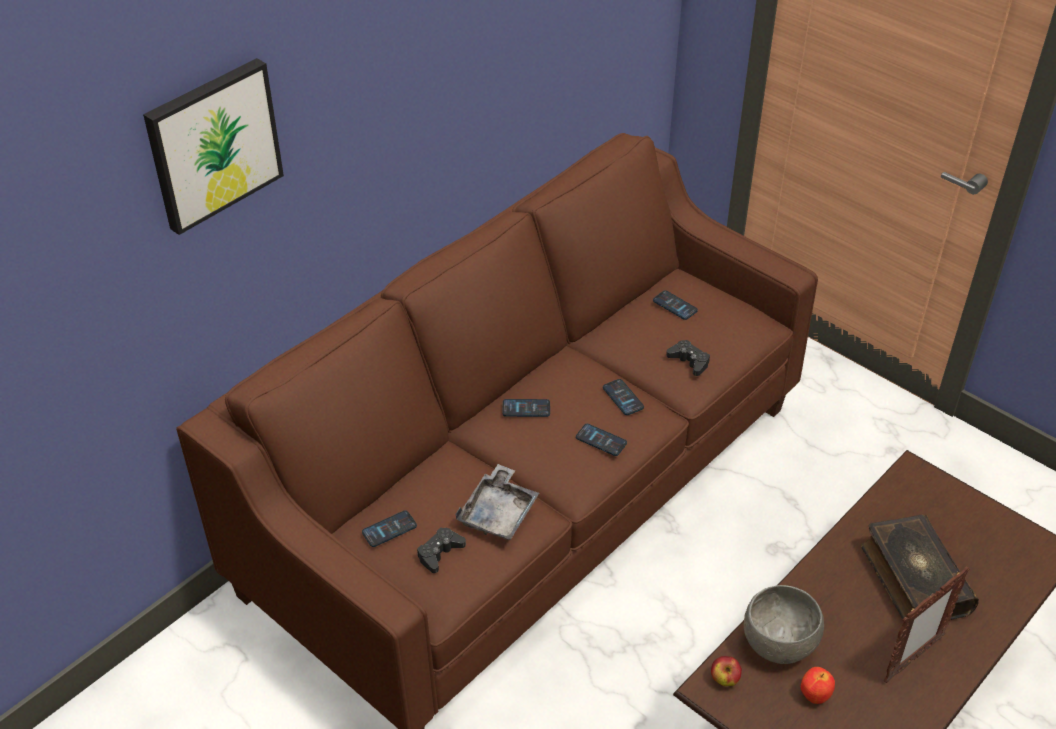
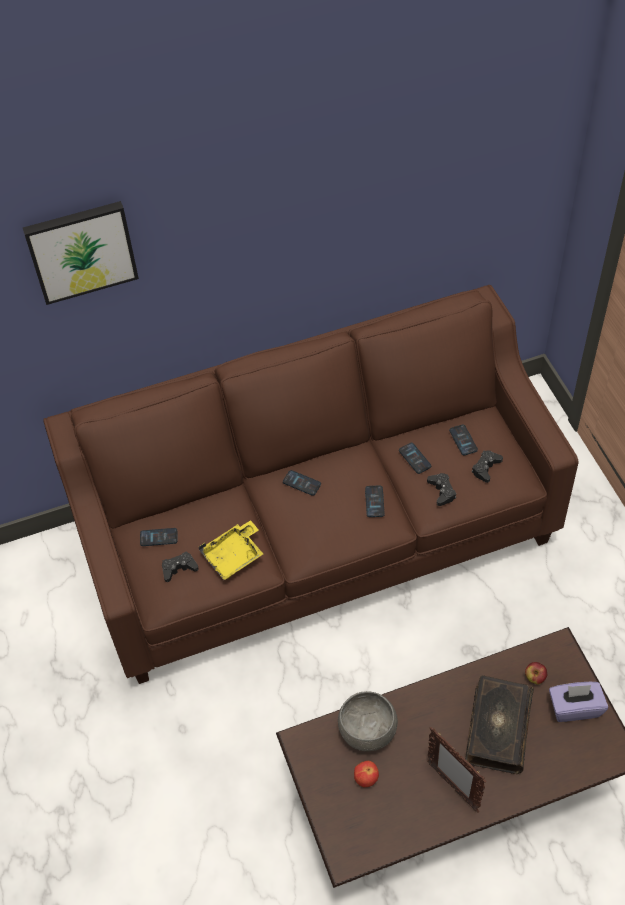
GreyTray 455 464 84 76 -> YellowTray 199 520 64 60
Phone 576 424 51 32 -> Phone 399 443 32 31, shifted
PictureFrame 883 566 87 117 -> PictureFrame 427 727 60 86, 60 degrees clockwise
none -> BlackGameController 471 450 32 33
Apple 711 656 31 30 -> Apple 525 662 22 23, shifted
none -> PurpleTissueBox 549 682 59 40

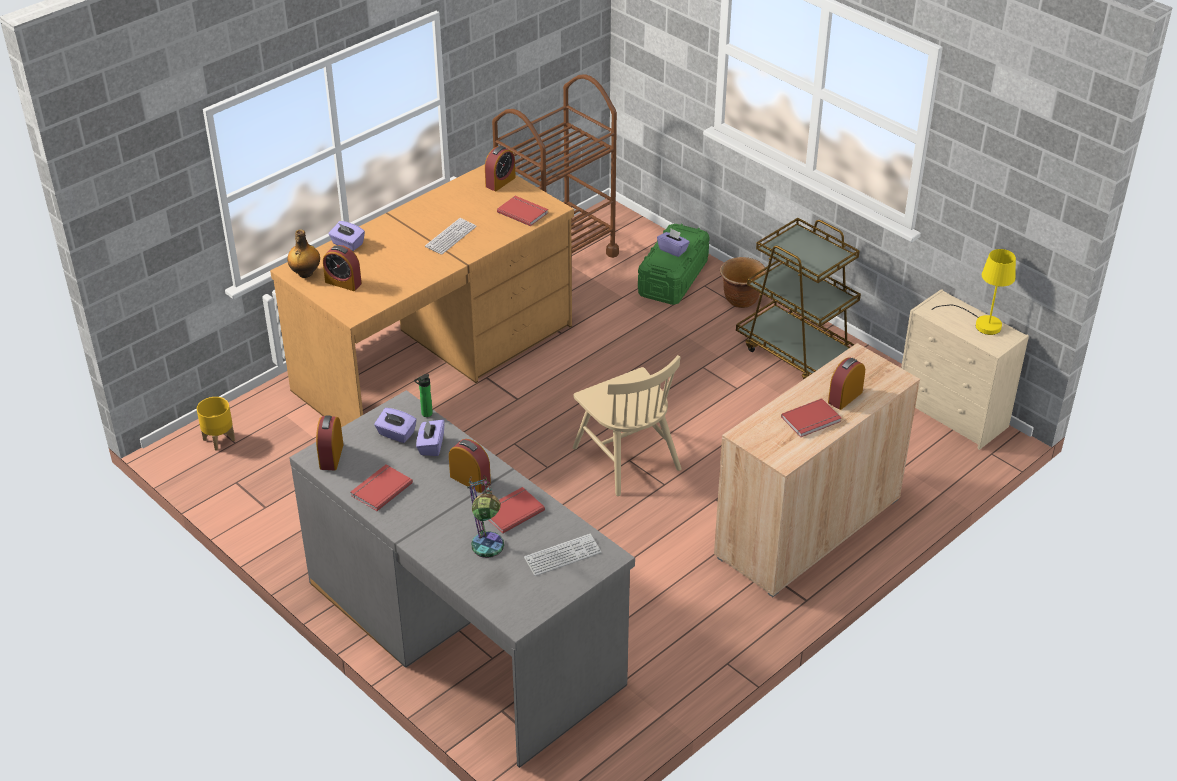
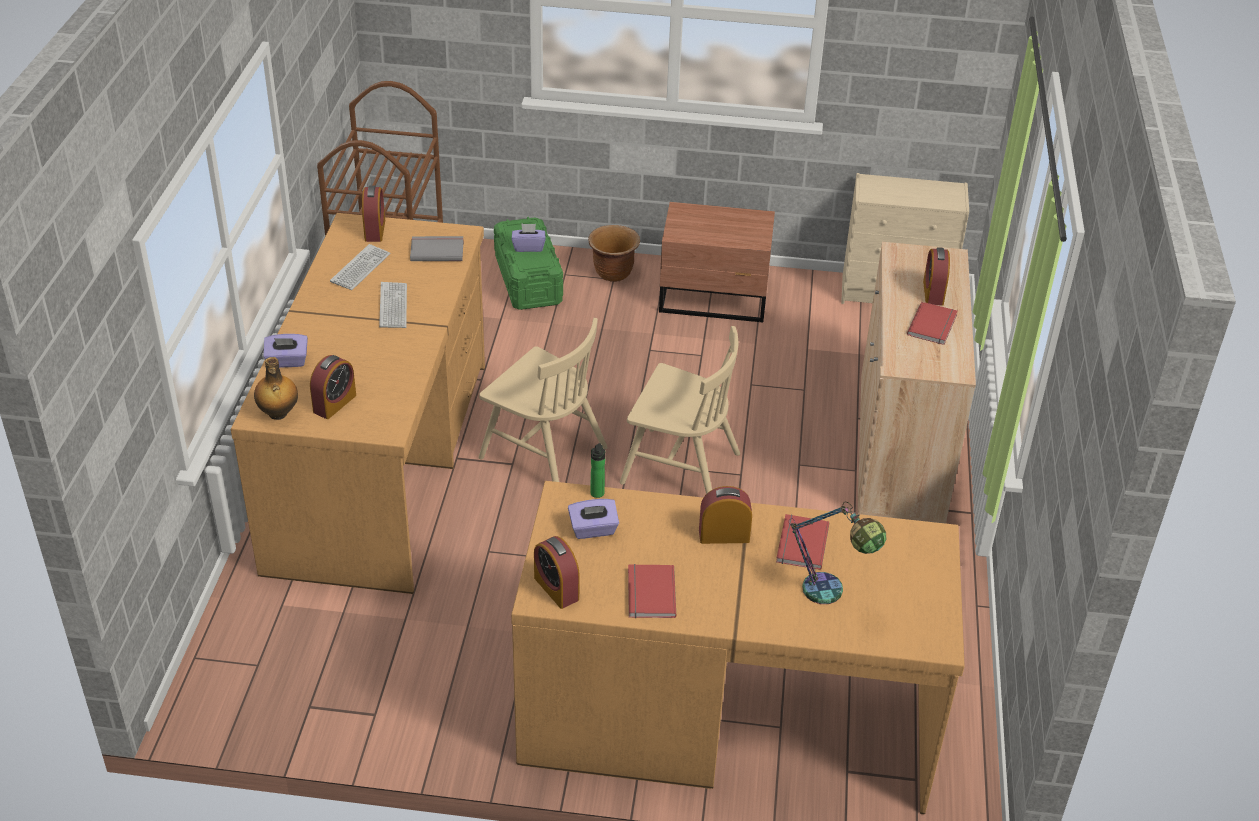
AlarmClock 323 245 39 46 -> AlarmClock 310 355 46 64, 45 degrees counterclockwise
Keyboard 524 534 78 42 -> Keyboard 330 244 60 46, shifted
RedBook 497 196 51 30 -> GreyBook 410 236 54 25
none -> BeigeChair 478 318 130 164
GreyDesk 290 390 345 378 -> BrownDesk 511 481 454 334
BrownCart 736 218 125 162 -> BrownNightstand 659 202 116 120
YellowPlanter 197 397 38 54 -> none
PurpleTissueBox 416 419 29 37 -> none
YellowTableLamp 931 249 85 86 -> none

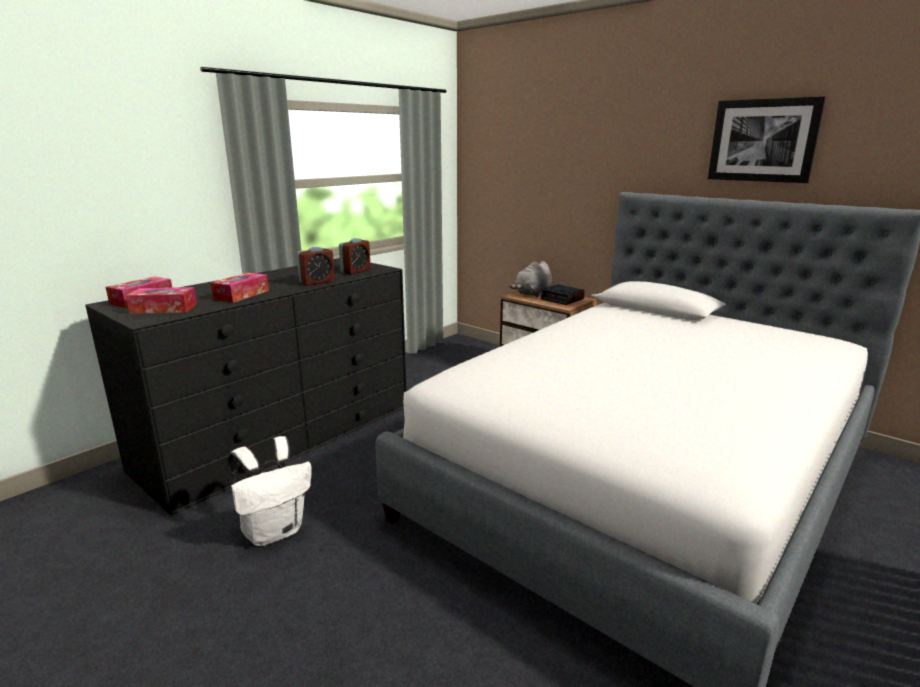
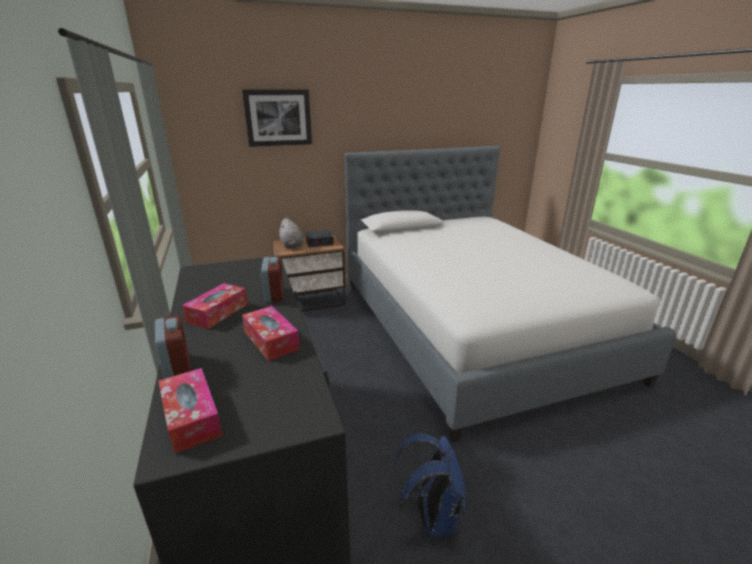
AlarmClock 339 238 32 36 -> AlarmClock 155 315 36 64, shifted
TissueBox 126 287 71 27 -> TissueBox 182 283 66 46, shifted
Picture 708 96 118 87 -> Picture 242 89 70 58, shifted
WhiteBackpack 228 436 84 110 -> BlueBackpack 394 434 72 103

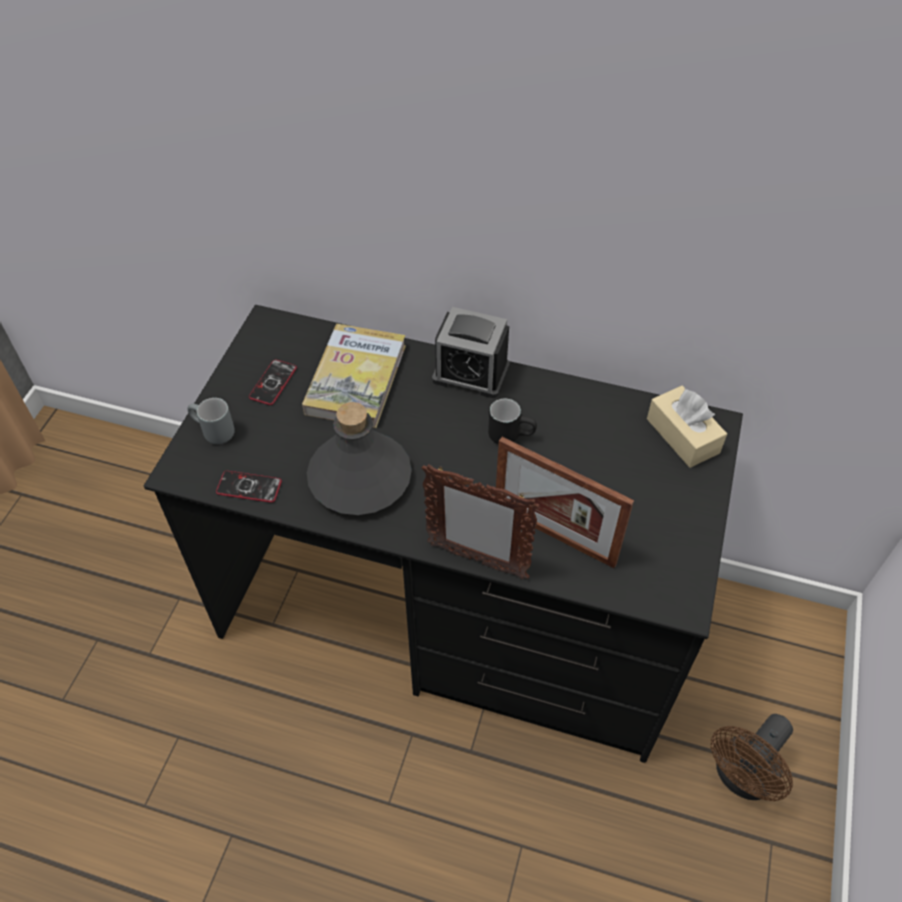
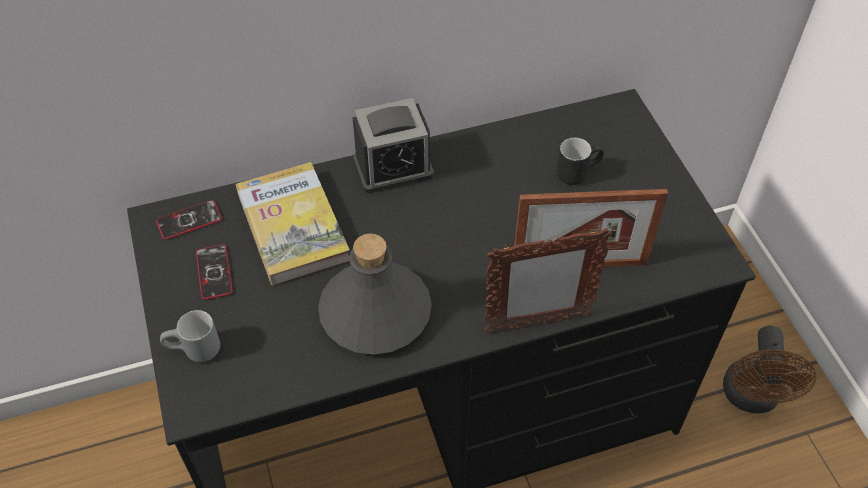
Phone 216 471 66 32 -> Phone 156 200 66 40, shifted
BlackMug 488 399 49 45 -> BlackMug 556 138 48 47, shifted
BeigeTissueBox 647 386 80 82 -> none

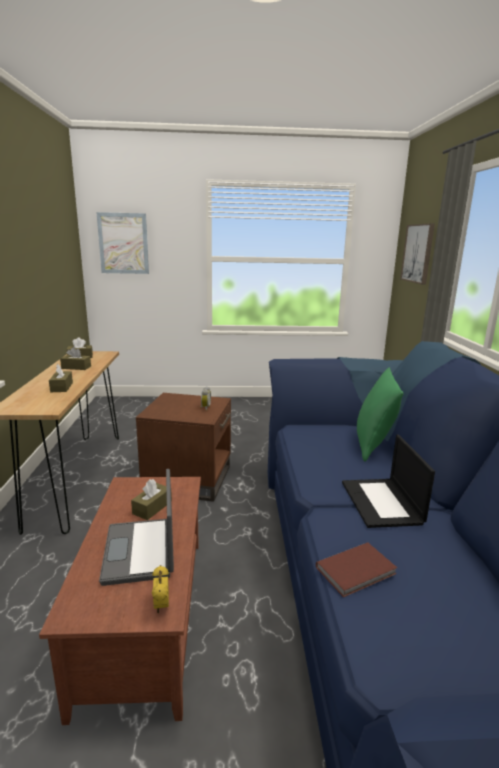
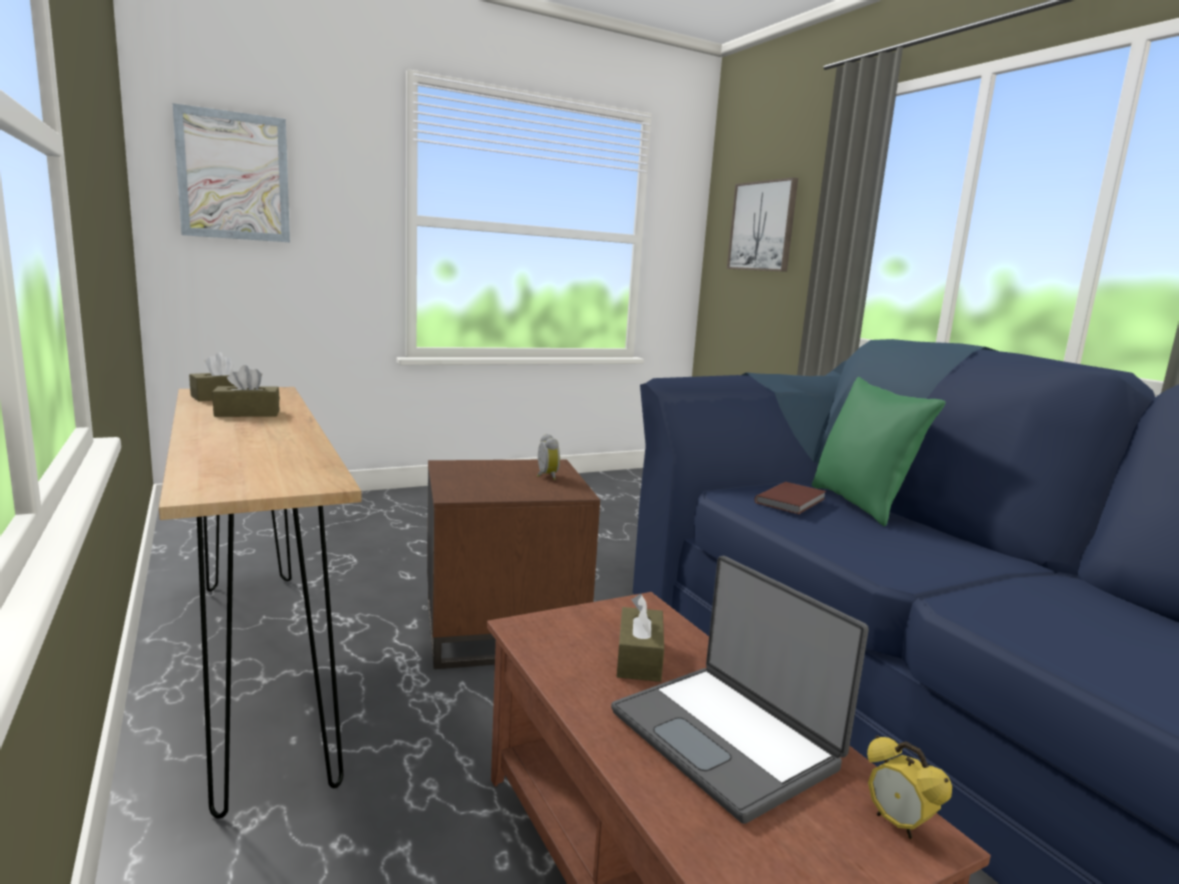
BrownBook 316 542 81 55 -> BrownBook 755 482 71 32, shifted
BrownTissueBox 49 364 24 28 -> none
Laptop 342 435 93 93 -> none

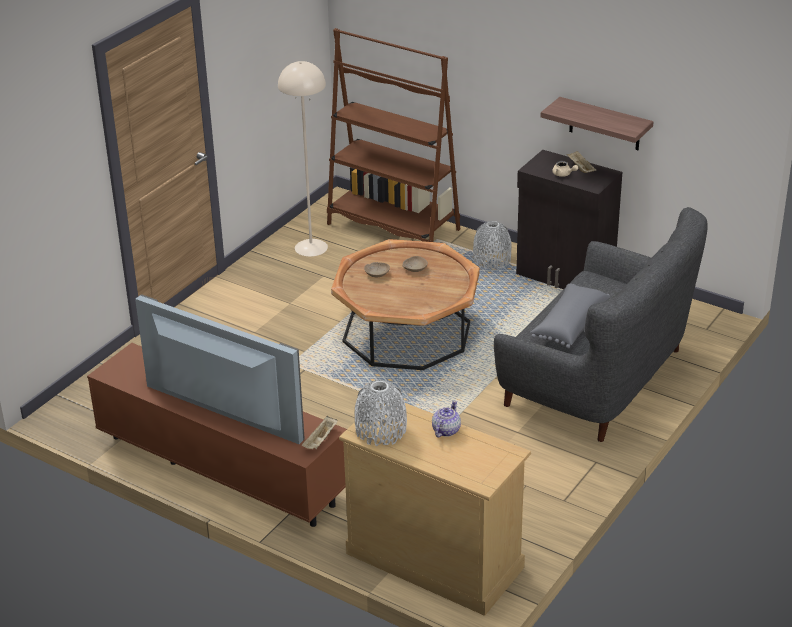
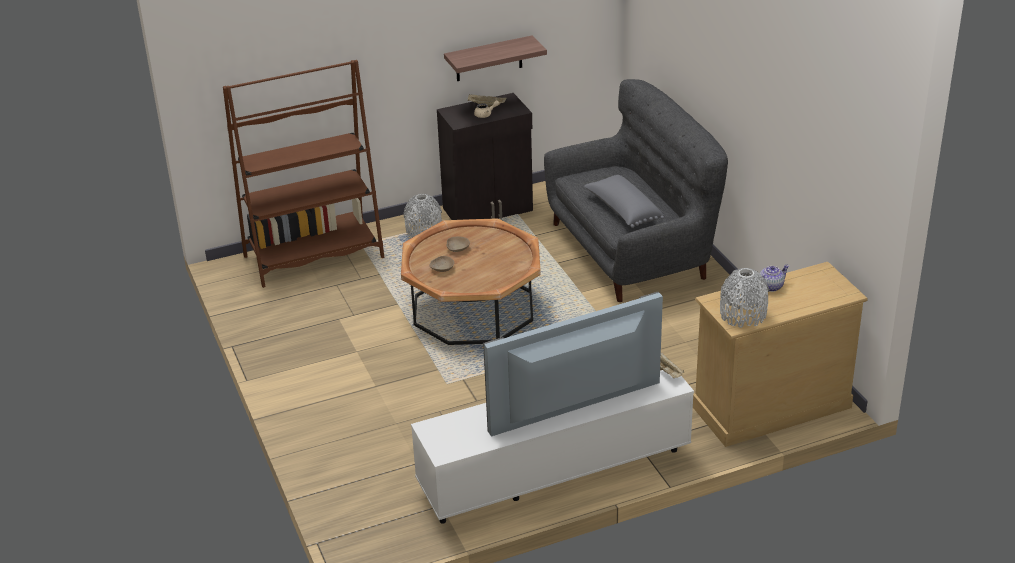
BrownTvStand 87 343 260 184 -> WhiteTvStand 411 353 283 171
Teapot 432 401 29 37 -> Teapot 760 265 29 27, 90 degrees clockwise
BeigeFloorLamp 278 61 50 196 -> none

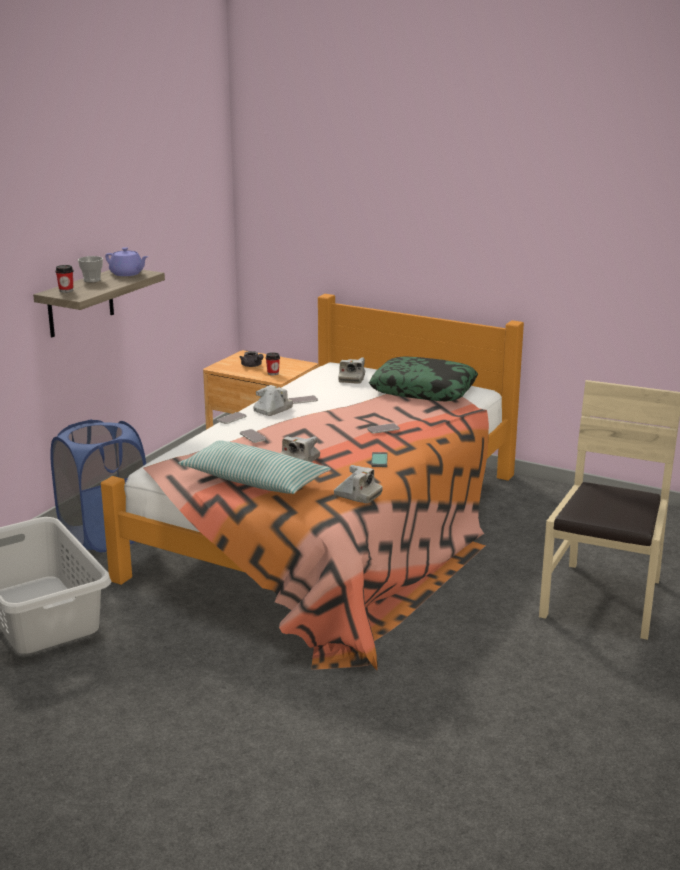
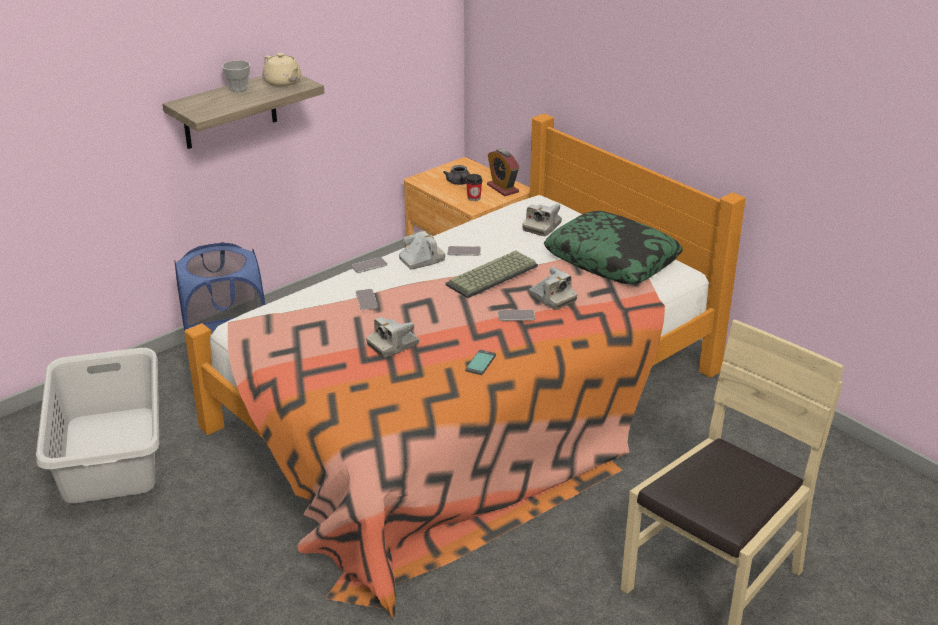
PurpleTeapot 105 247 43 29 -> BeigeTeapot 262 53 39 34
none -> Keyboard 446 251 92 47
none -> AlarmClock 487 148 32 48
PhotoCamera 334 465 49 39 -> PhotoCamera 529 267 48 43, shifted
Cup 55 265 18 28 -> none
Pillow 178 440 153 54 -> none

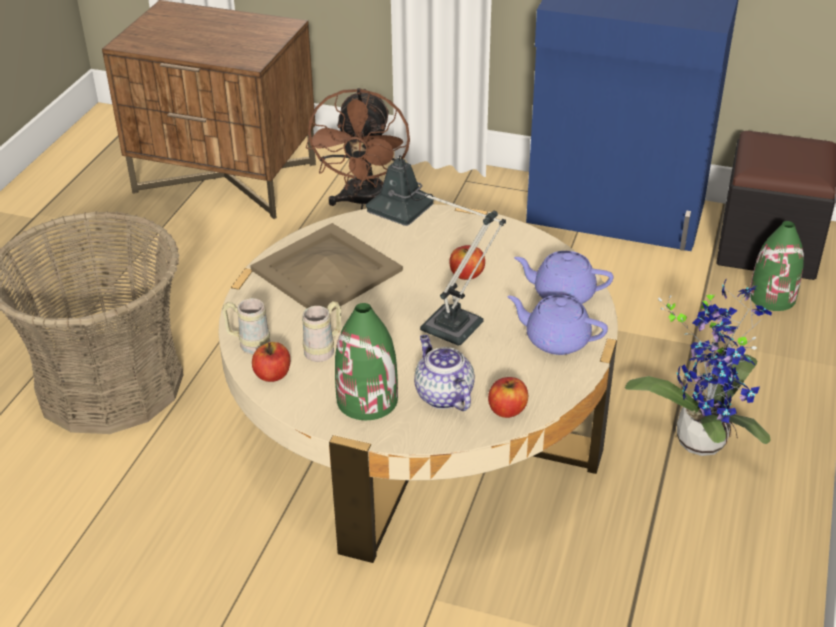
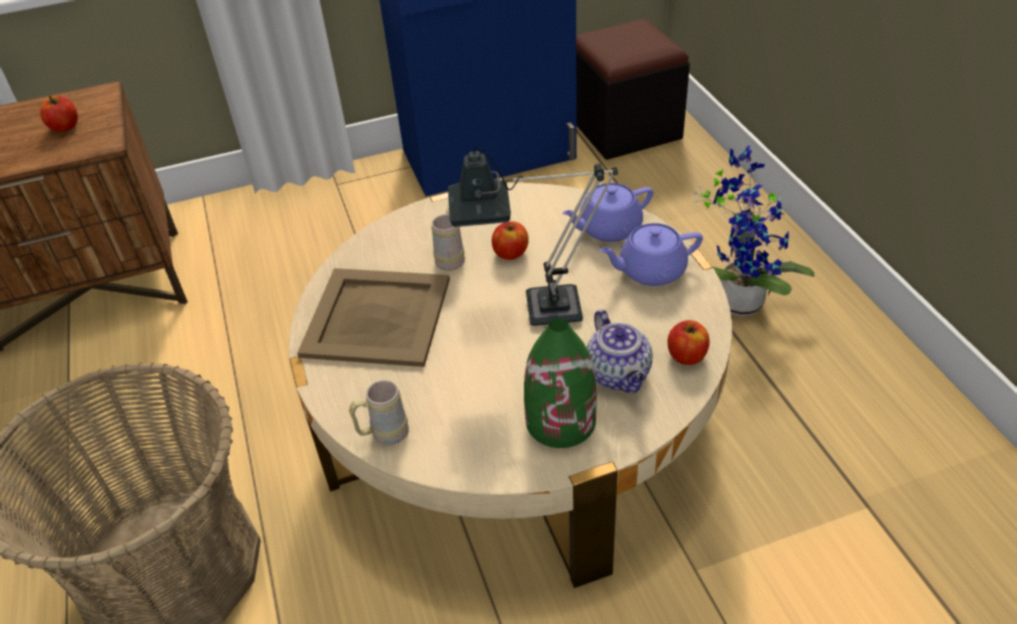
Apple 252 342 38 40 -> Apple 40 96 38 36, shifted
BeigeMug 302 301 39 61 -> BeigeMug 431 206 34 65, shifted
Teapot 414 335 61 76 -> Teapot 586 309 67 84, 135 degrees counterclockwise
BrownFan 306 88 104 121 -> none
GreenVase 749 221 55 90 -> none

